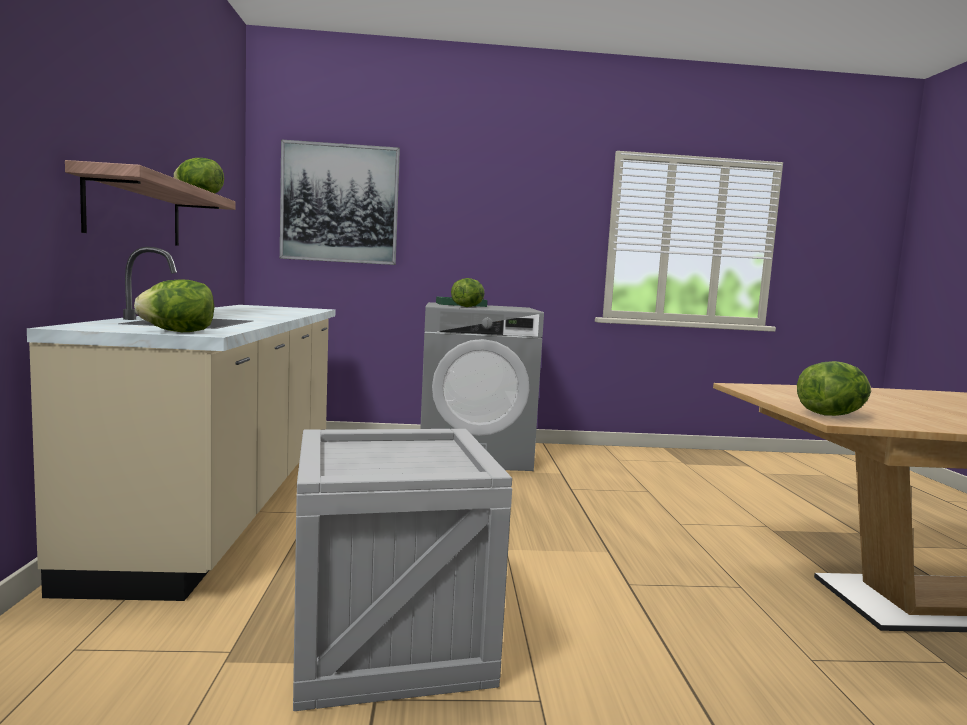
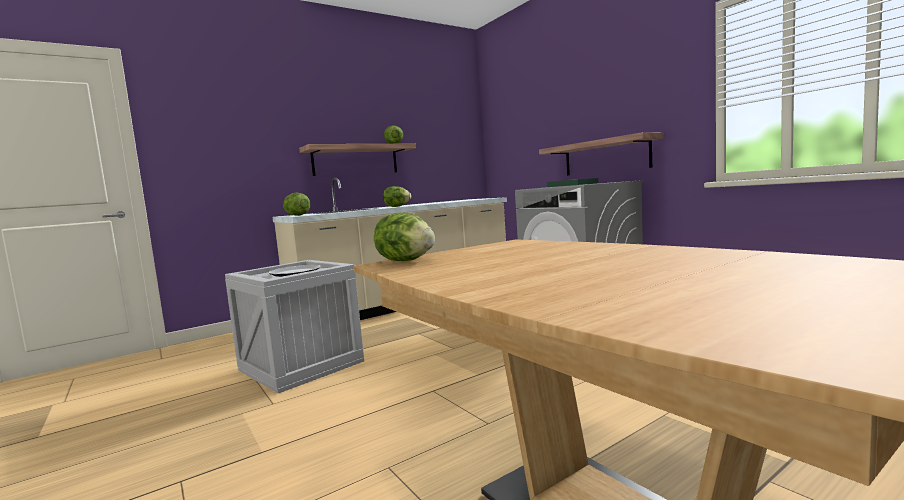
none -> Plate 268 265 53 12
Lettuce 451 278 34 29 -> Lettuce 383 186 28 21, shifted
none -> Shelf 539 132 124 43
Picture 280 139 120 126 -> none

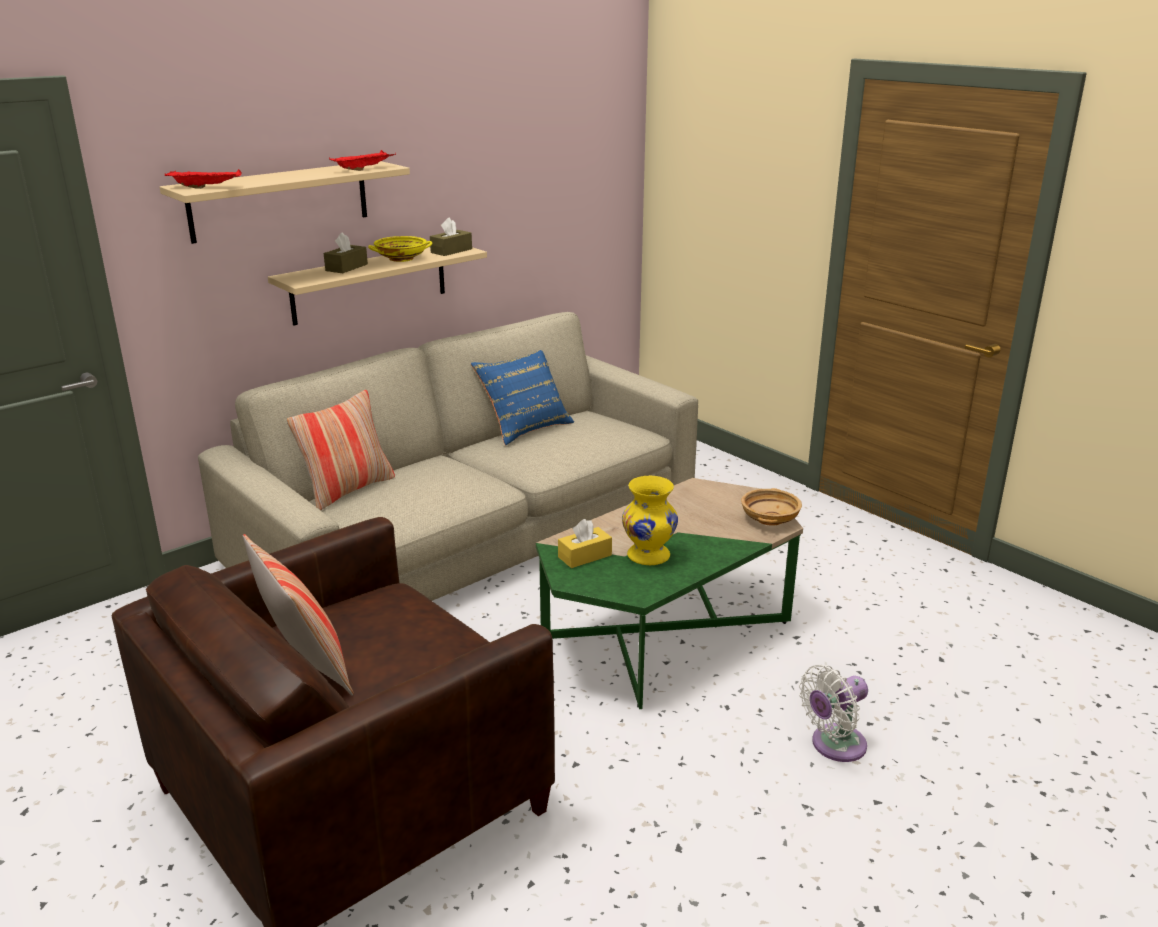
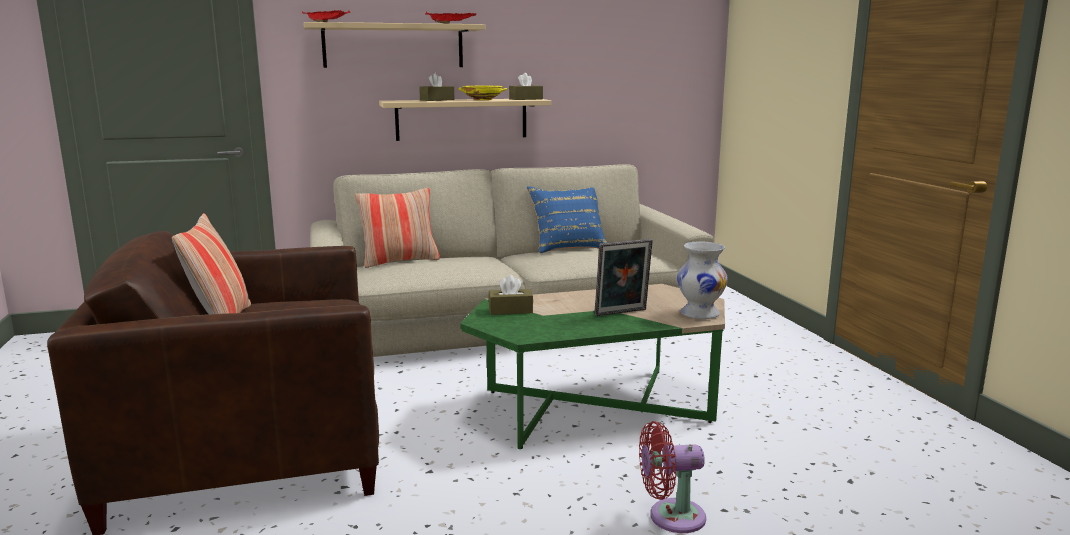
YellowTissueBox 558 519 54 49 -> BrownTissueBox 488 275 45 40
none -> PictureFrame 594 239 59 77
WhiteFan 799 665 69 97 -> RedFan 639 421 67 112
BeigeBowl 741 488 61 38 -> WhiteVase 677 241 51 78
YellowVase 622 476 56 89 -> none

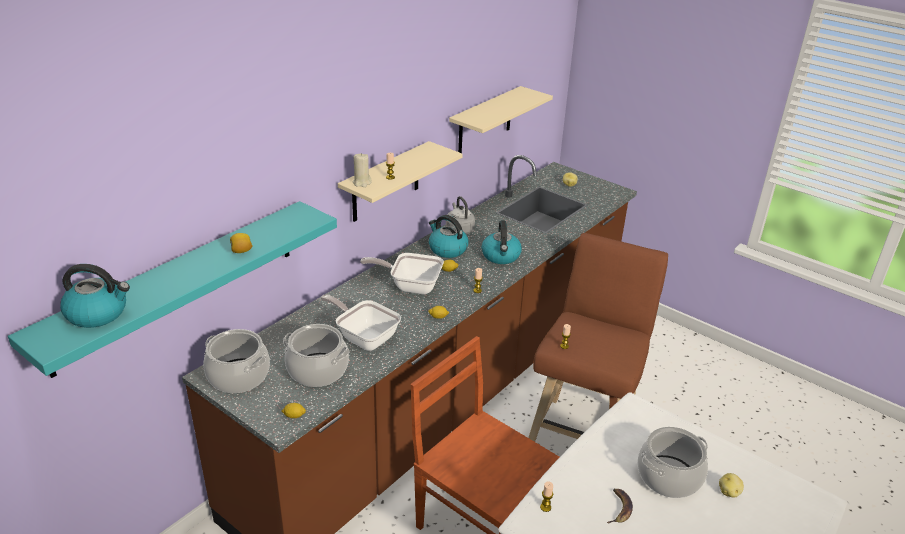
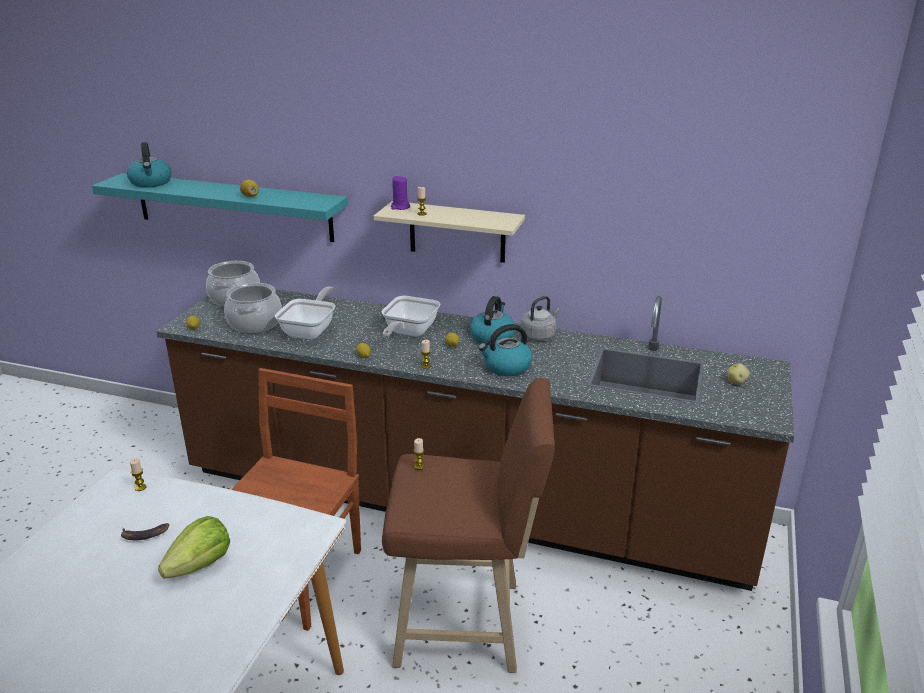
CookingPot 637 427 71 71 -> Lettuce 158 516 72 63
FryingPan 360 253 84 41 -> FryingPan 382 296 58 42, 150 degrees counterclockwise
BeigeCandle 353 153 19 34 -> PurpleCandle 391 175 19 35
BeigeShelf 449 86 104 67 -> none
Potato 719 473 25 25 -> none

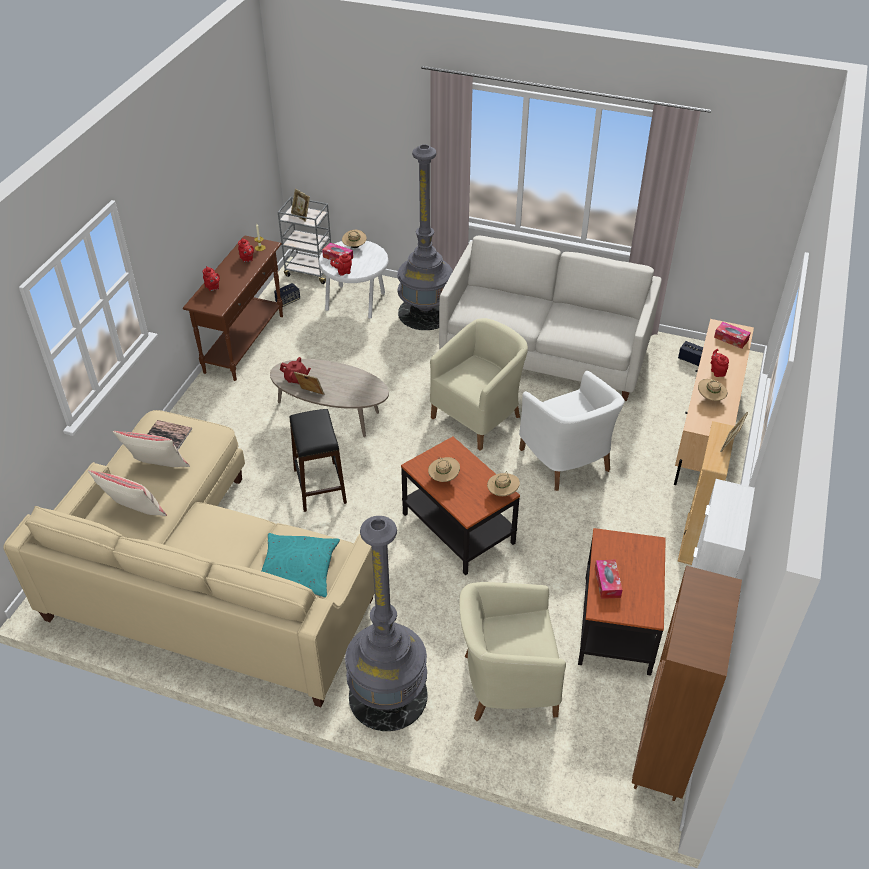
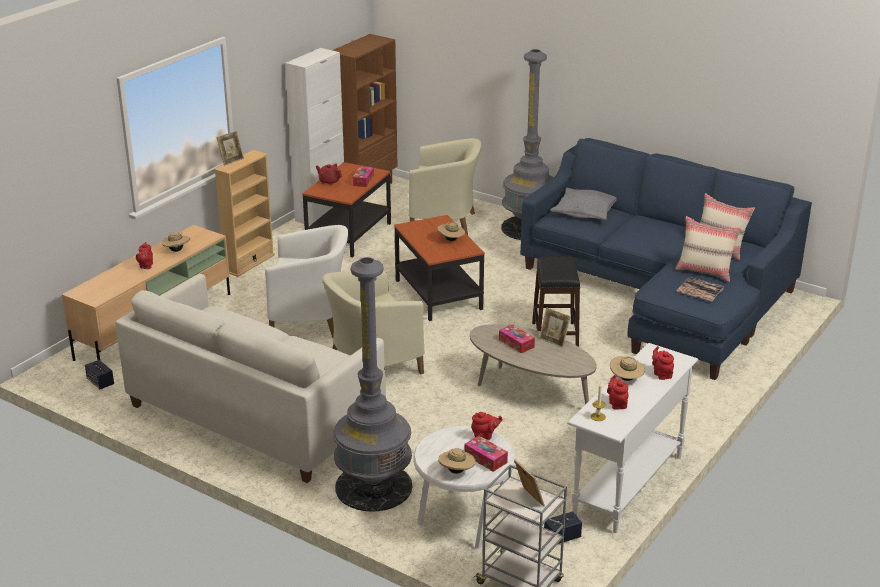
WhiteArmchair 519 371 106 120 -> WhiteArmchair 265 225 83 113, 105 degrees clockwise
RedTeapot 280 357 31 27 -> RedTeapot 316 163 26 23, shifted
TissueBox 714 322 37 27 -> TissueBox 499 324 36 29, shifted
BeigeSofa 3 410 372 297 -> BlueSofa 520 138 292 242
TurquoisePillow 262 533 78 65 -> GreyPillow 550 188 67 32
BrownConsoleTable 183 235 100 146 -> WhiteConsoleTable 567 343 131 190
BeigeHat 487 471 33 25 -> BeigeHat 610 356 35 25, shifted

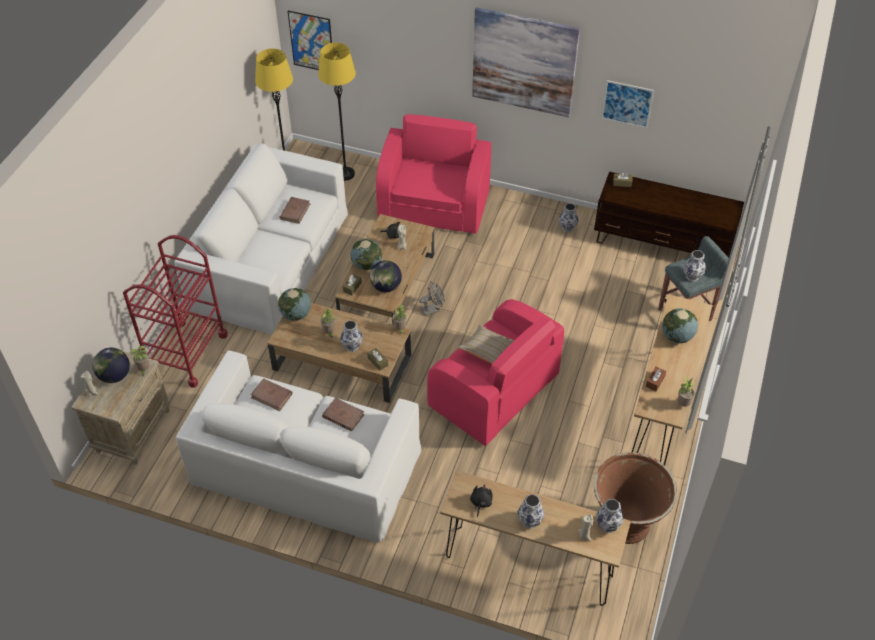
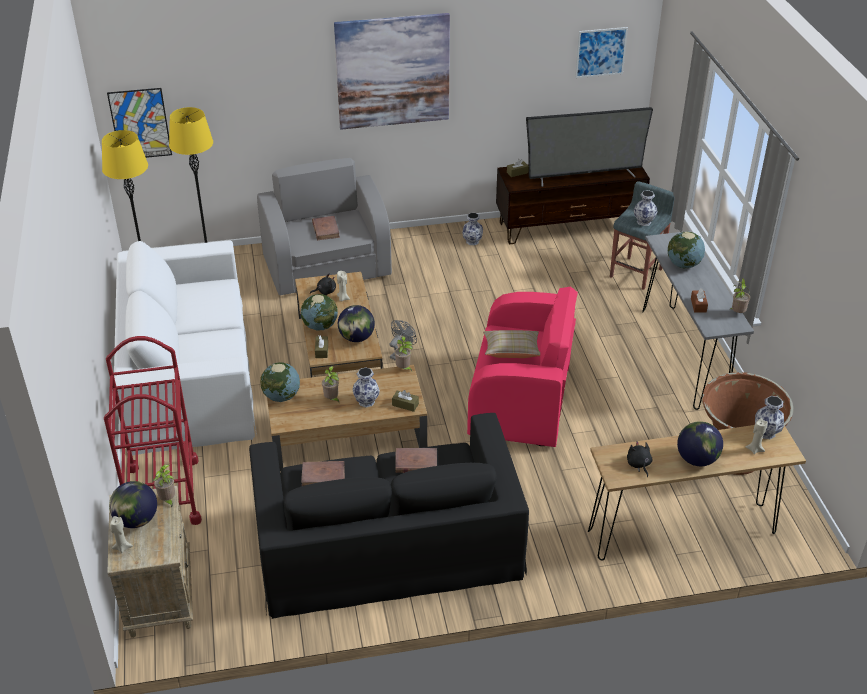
WhiteSofa 176 350 245 193 -> BlackSofa 249 413 280 206
PinkArmchair 376 114 115 120 -> GreyArmchair 257 158 135 137
BrownBook 279 197 32 27 -> BrownBook 312 216 28 24, shifted
none -> Television 526 107 127 80
Picture 601 80 53 48 -> Picture 575 27 53 51, shifted
BrownConsoleTable 632 294 80 171 -> GreyConsoleTable 642 231 112 179
Vase 517 494 28 35 -> Globe 677 421 46 45

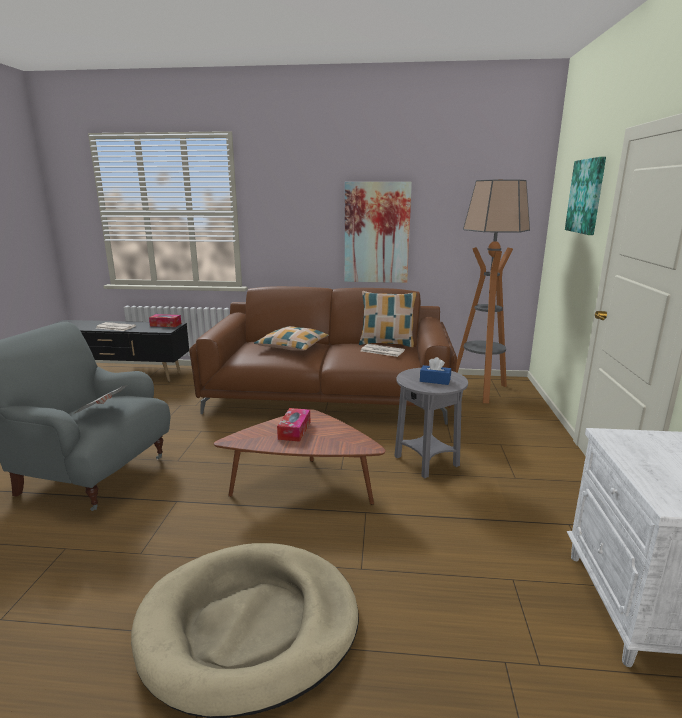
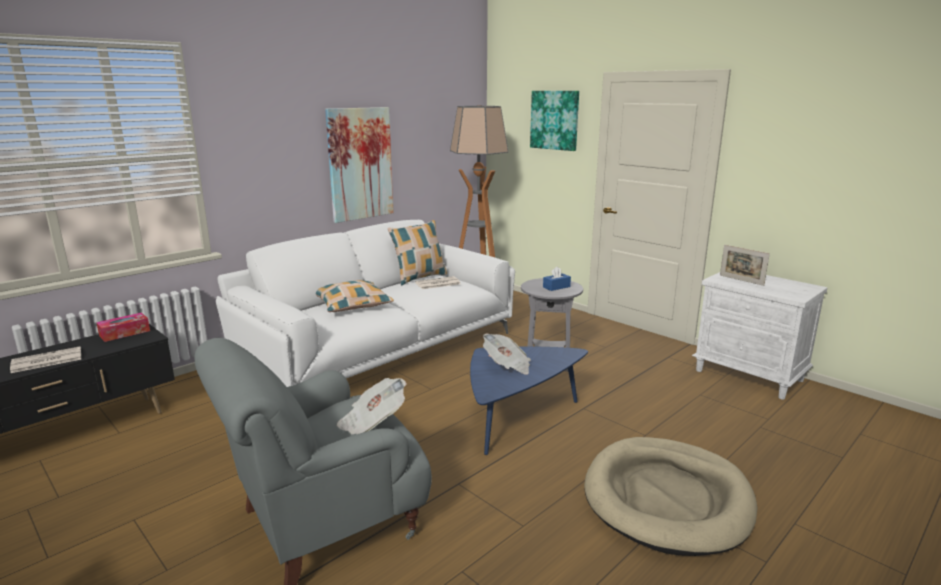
BrownSofa 189 286 268 139 -> WhiteSofa 216 220 299 167
BrownCoffeeTable 214 409 172 96 -> BlueCoffeeTable 470 346 118 109
TissueBox 277 408 33 34 -> Newspaper 483 333 48 42
none -> PictureFrame 720 245 50 41

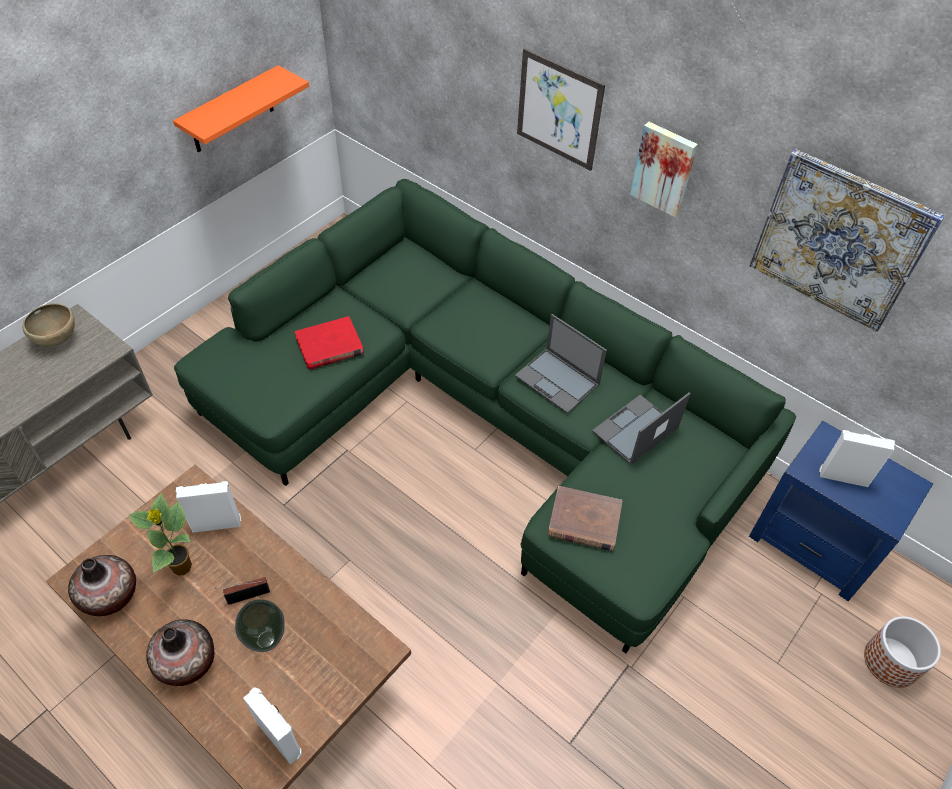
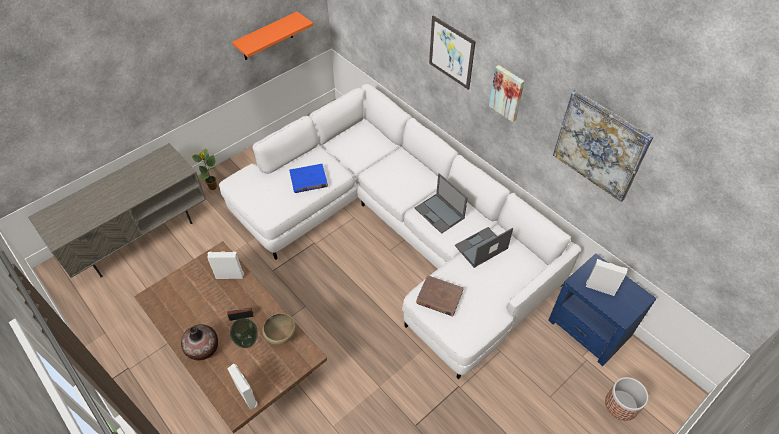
PottedPlant 128 493 64 82 -> PottedPlant 192 148 25 42, shifted
GreenSofa 174 179 622 474 -> WhiteSofa 219 83 362 297
BrownBowl 23 303 52 43 -> BrownBowl 262 313 34 32, shifted
RedBook 295 316 69 54 -> BlueBook 289 164 39 29
Vase 68 555 68 61 -> none

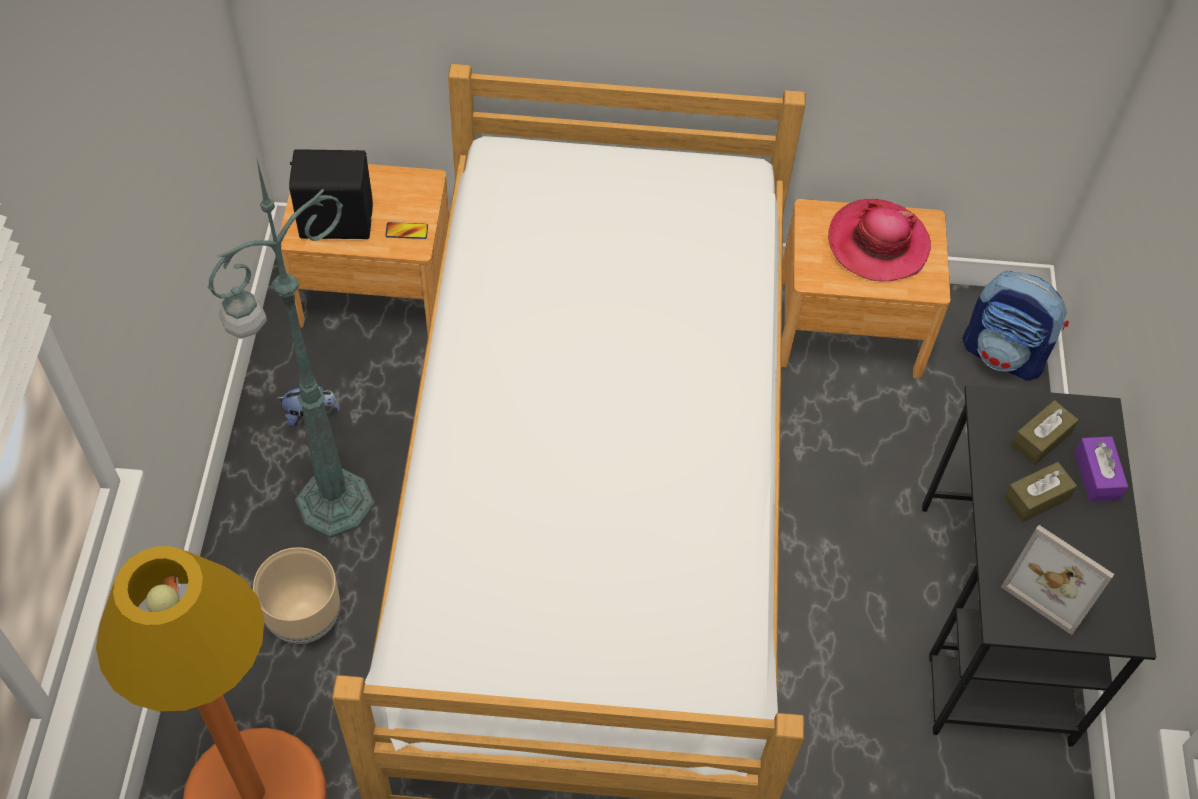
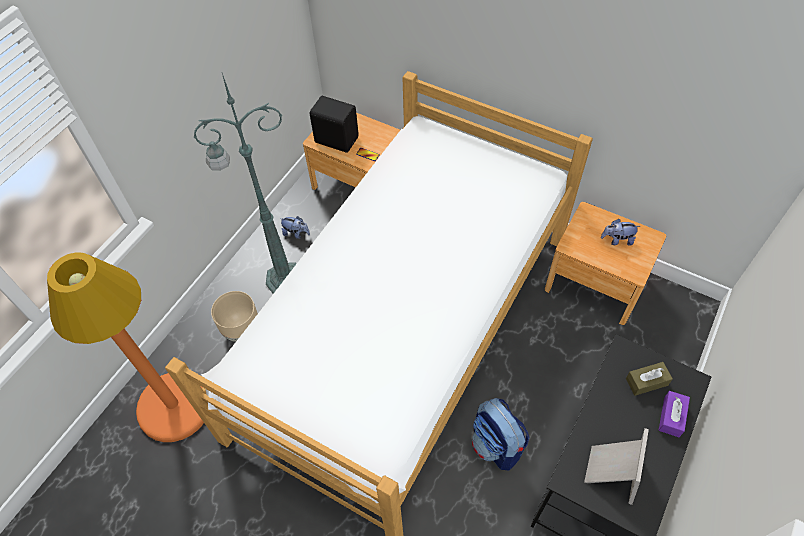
Backpack 962 271 107 110 -> Backpack 472 398 57 72, shifted
PictureFrame 1001 525 113 110 -> PictureFrame 584 428 65 77, 135 degrees counterclockwise
Hat 828 199 103 82 -> PlushToy 601 219 39 26
BrownTissueBox 1004 462 73 60 -> none

